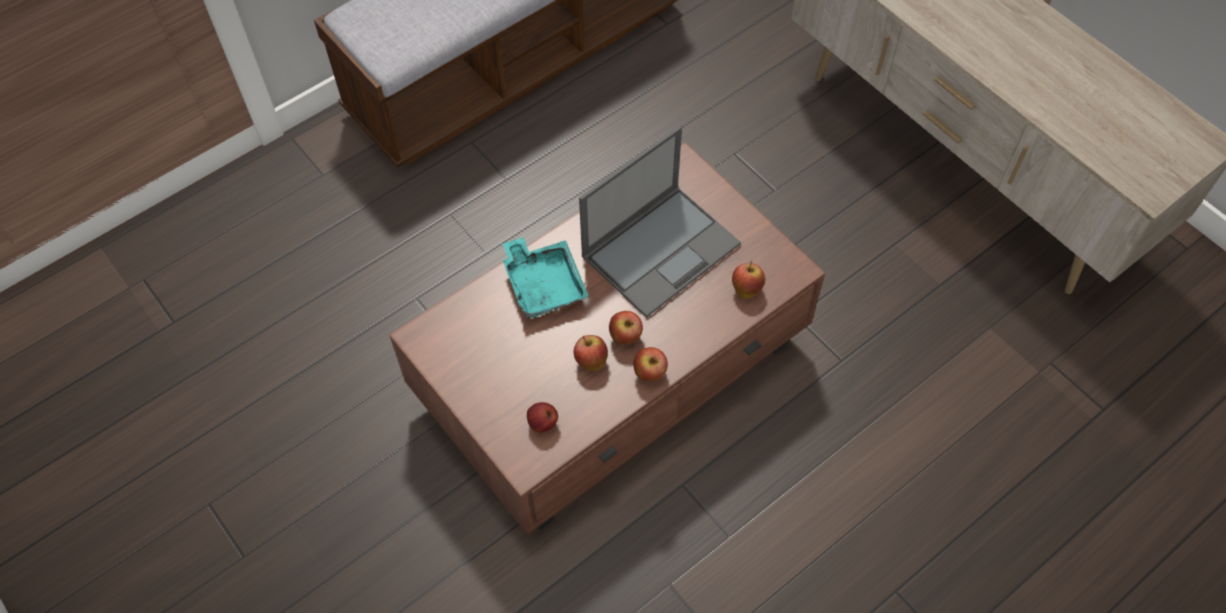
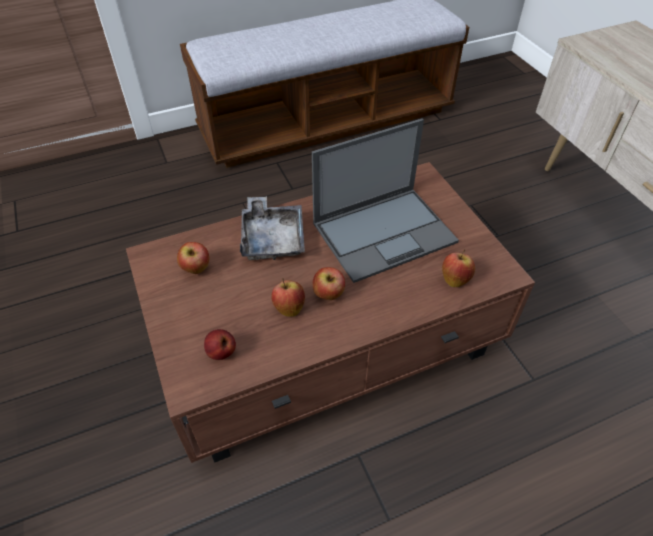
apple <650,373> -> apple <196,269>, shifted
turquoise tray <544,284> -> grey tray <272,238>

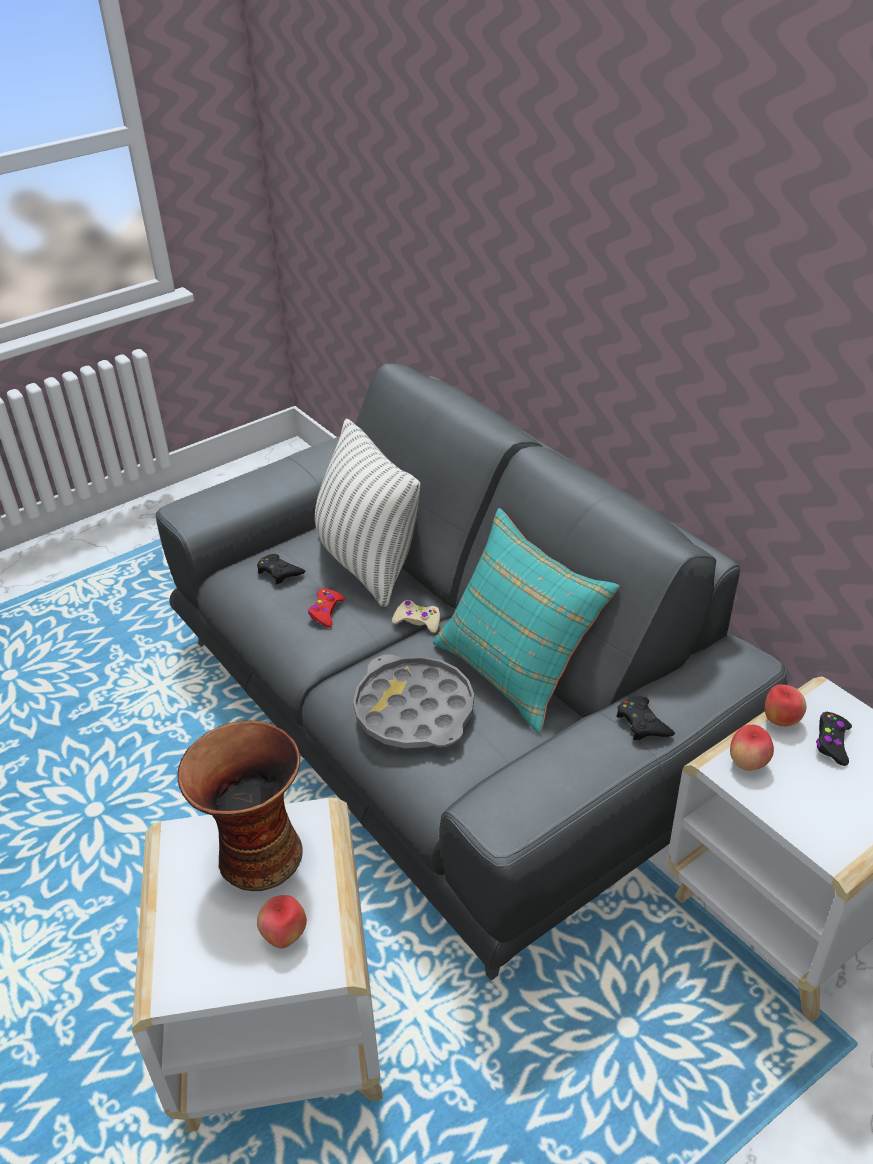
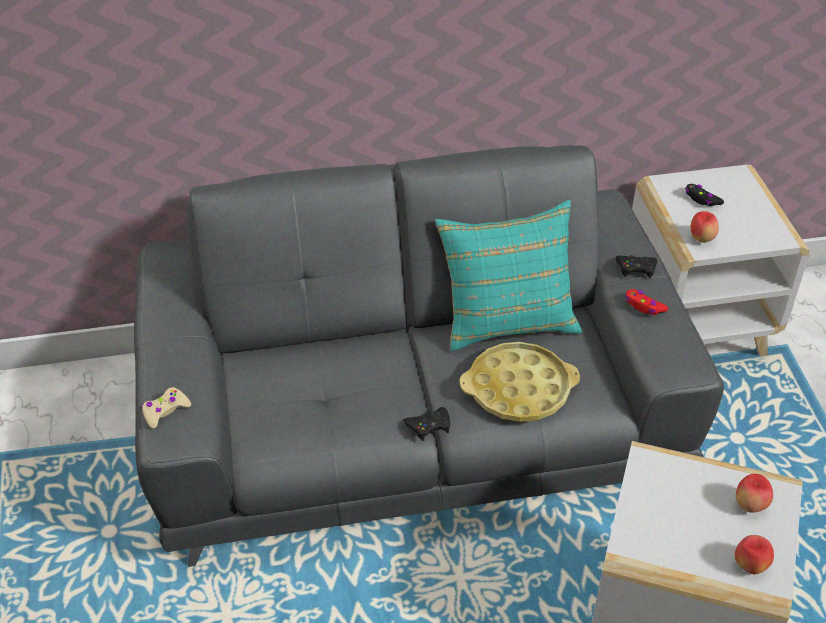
vase <257,856> -> none
pillow <367,564> -> none
black game controller <279,572> -> black game controller <429,426>, shifted
red game controller <326,612> -> red game controller <644,306>, shifted
beige game controller <418,621> -> beige game controller <165,411>, shifted
apple <780,721> -> apple <750,565>, shifted
grey tray <414,711> -> yellow tray <519,389>

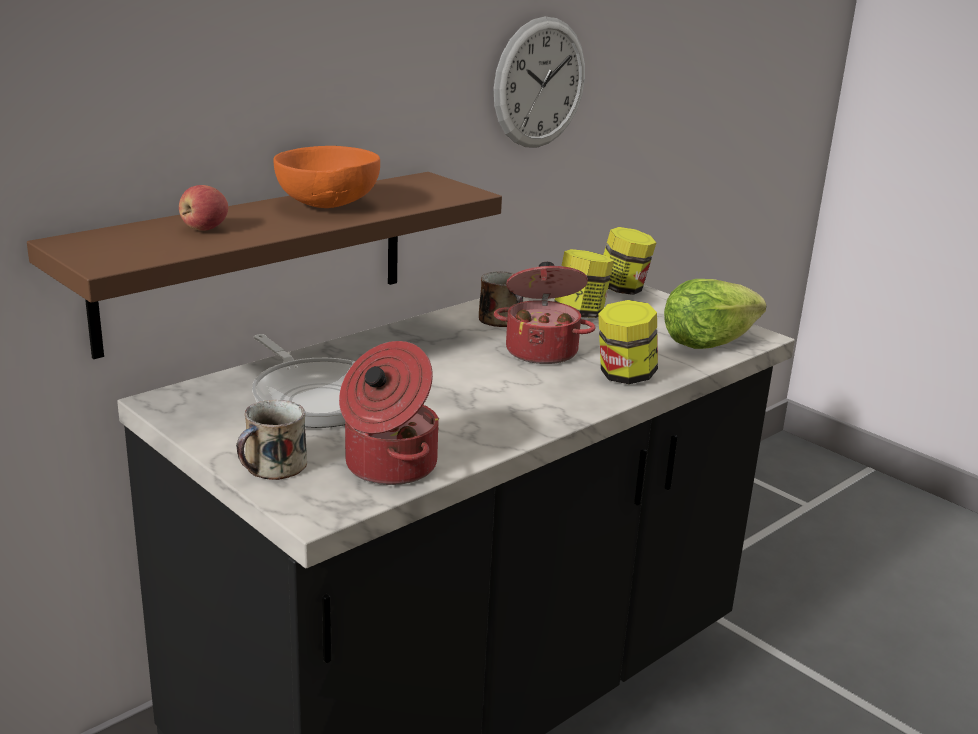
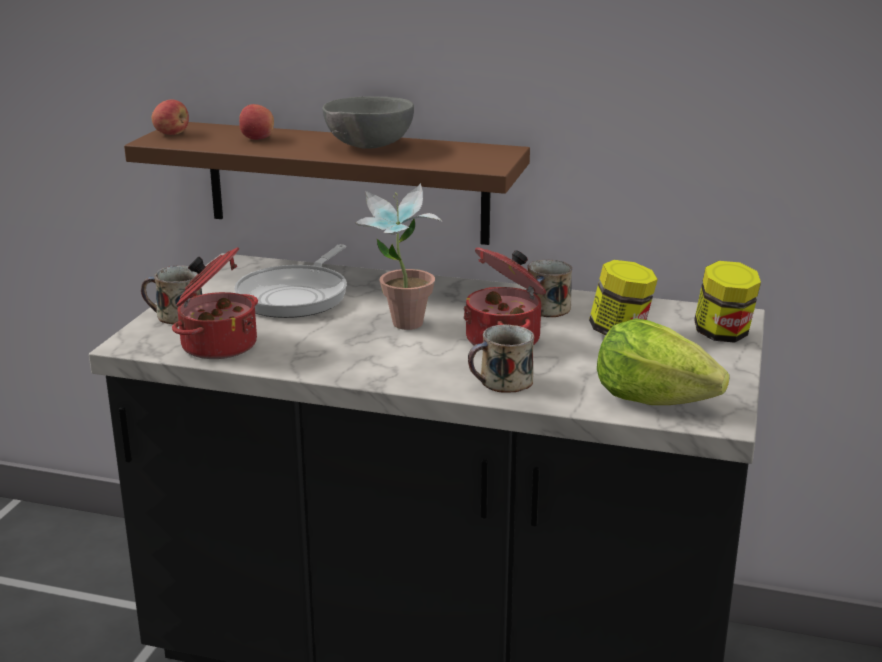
wall clock <540,83> -> none
none -> apple <172,134>
none -> potted plant <400,327>
jar <624,376> -> mug <503,382>
orange bowl <327,206> -> grey bowl <367,147>

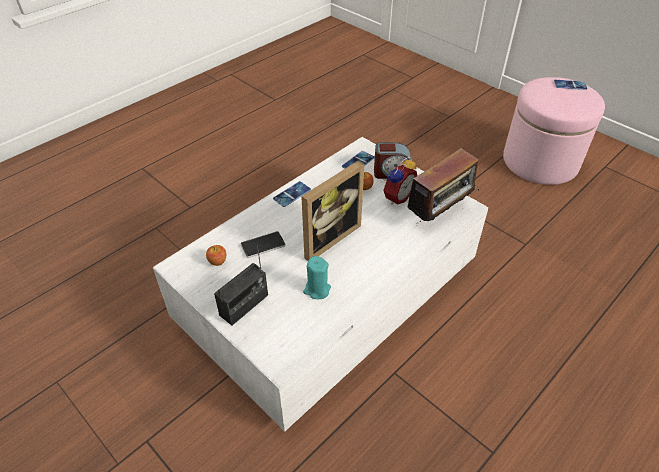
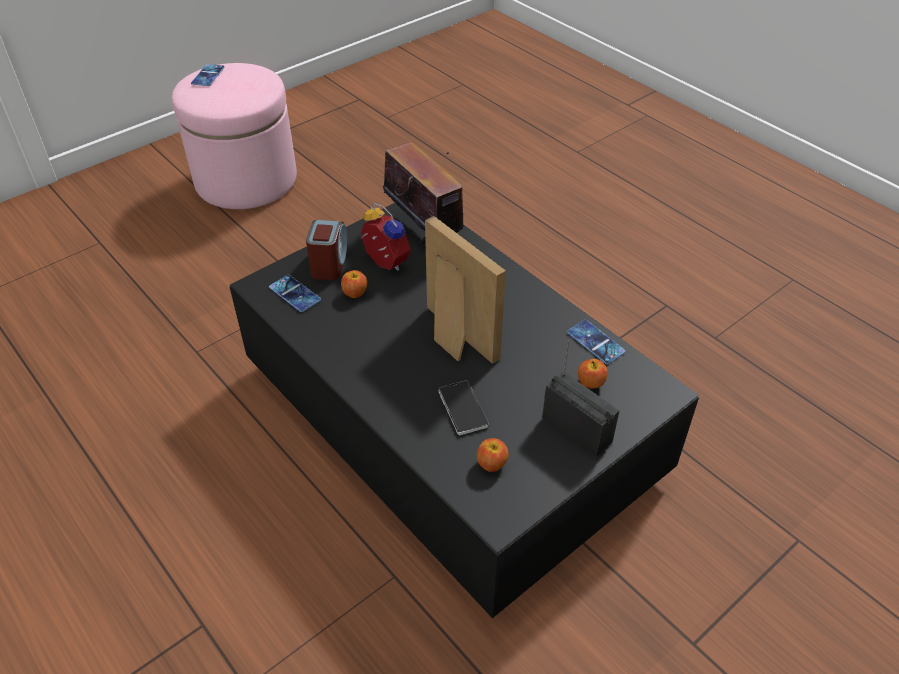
turquoise candle <317,290> -> none
none -> apple <590,382>
phone <292,194> -> phone <595,342>, shifted
white coffee table <330,293> -> black coffee table <448,419>

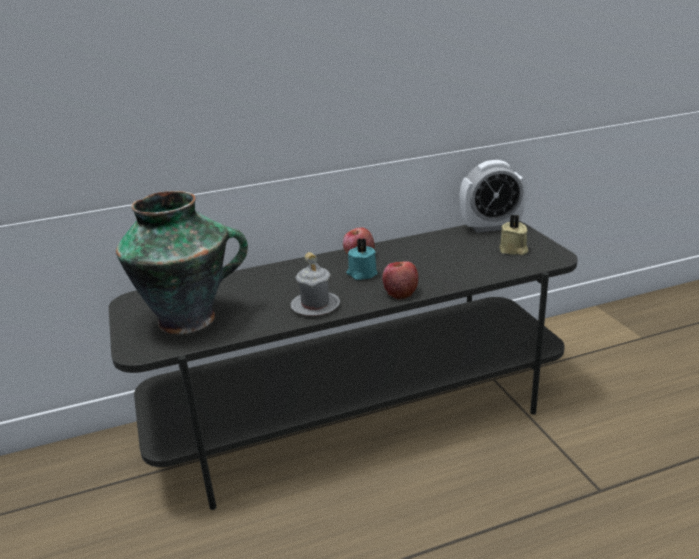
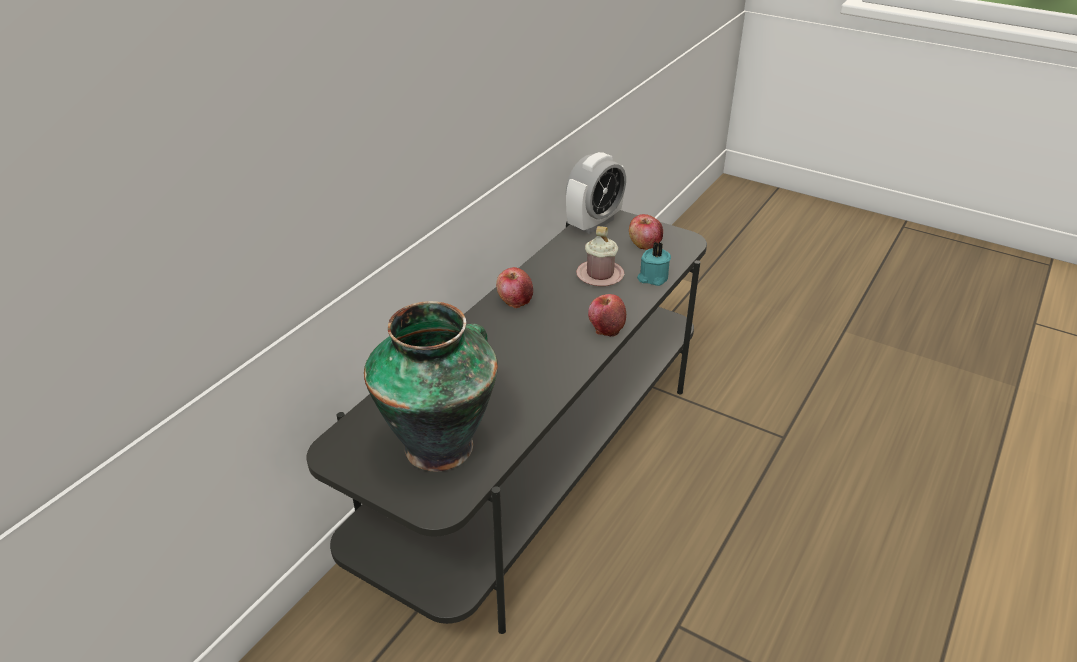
grey mug <315,305> -> none
none -> pink mug <600,275>
turquoise candle <361,274> -> turquoise candle <652,278>, shifted
beige candle <513,250> -> apple <644,244>

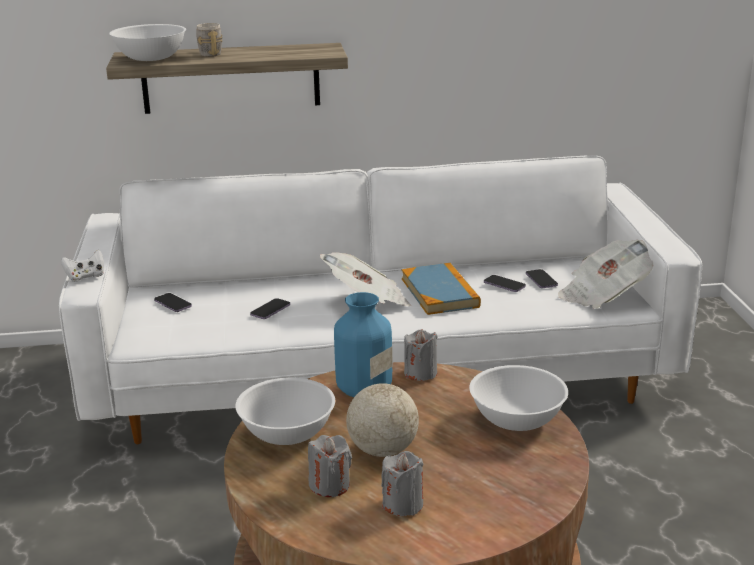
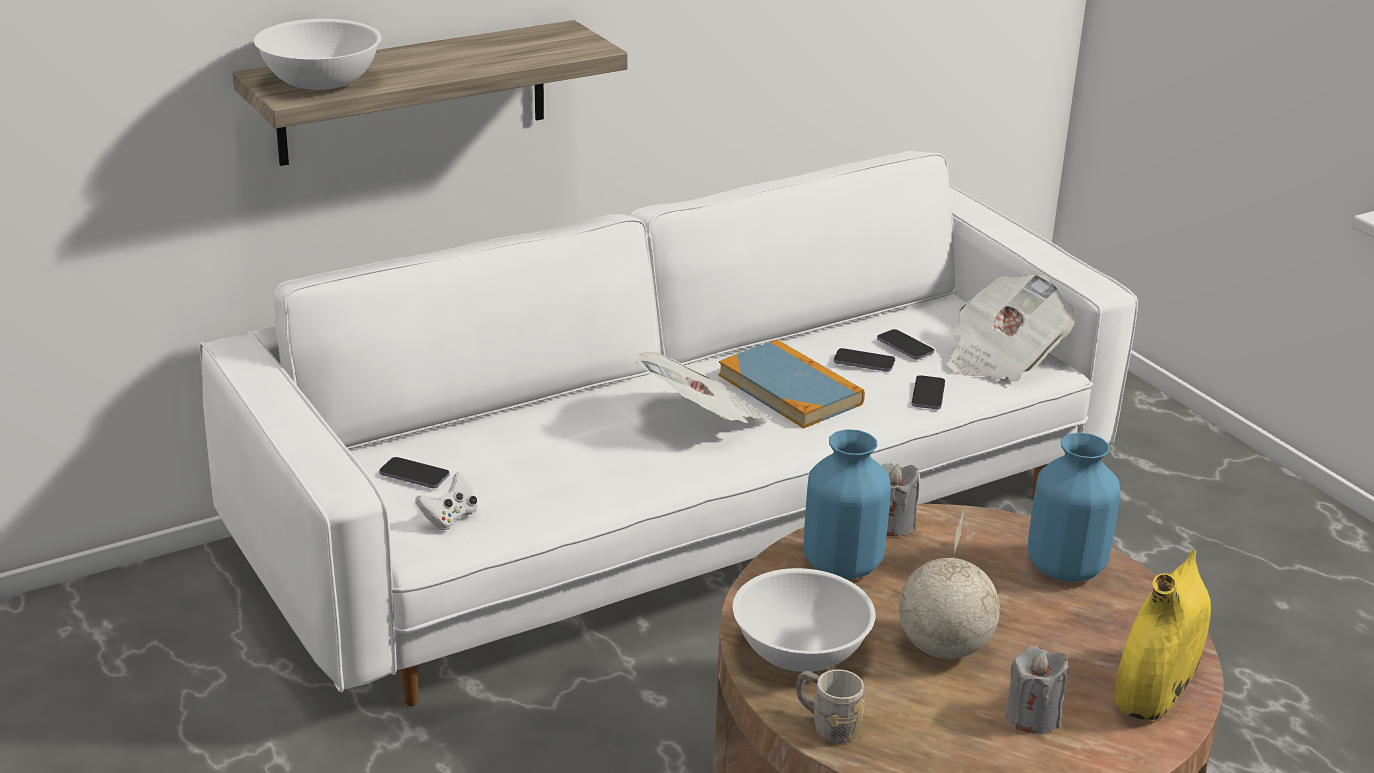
grey candle <330,485> -> none
none -> yellow vase <1156,688>
white game controller <85,277> -> white game controller <449,518>, shifted
grey mug <208,53> -> grey mug <827,726>, shifted
phone <270,310> -> phone <928,395>, shifted
white bowl <517,419> -> blue vase <1064,567>

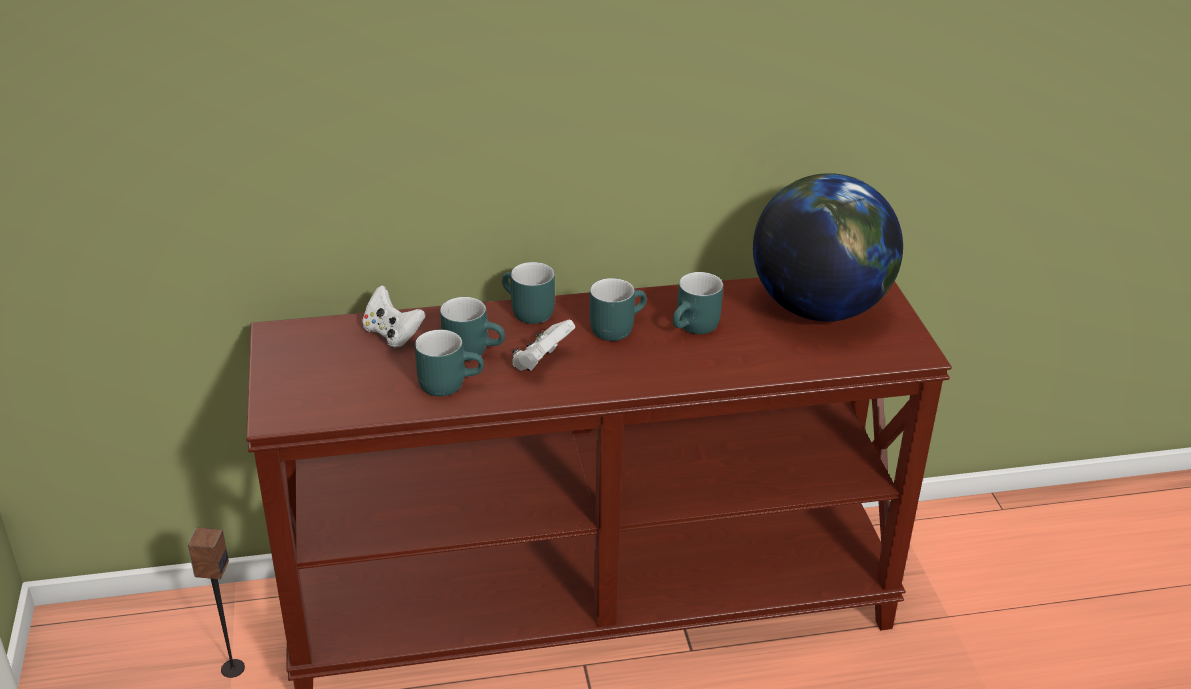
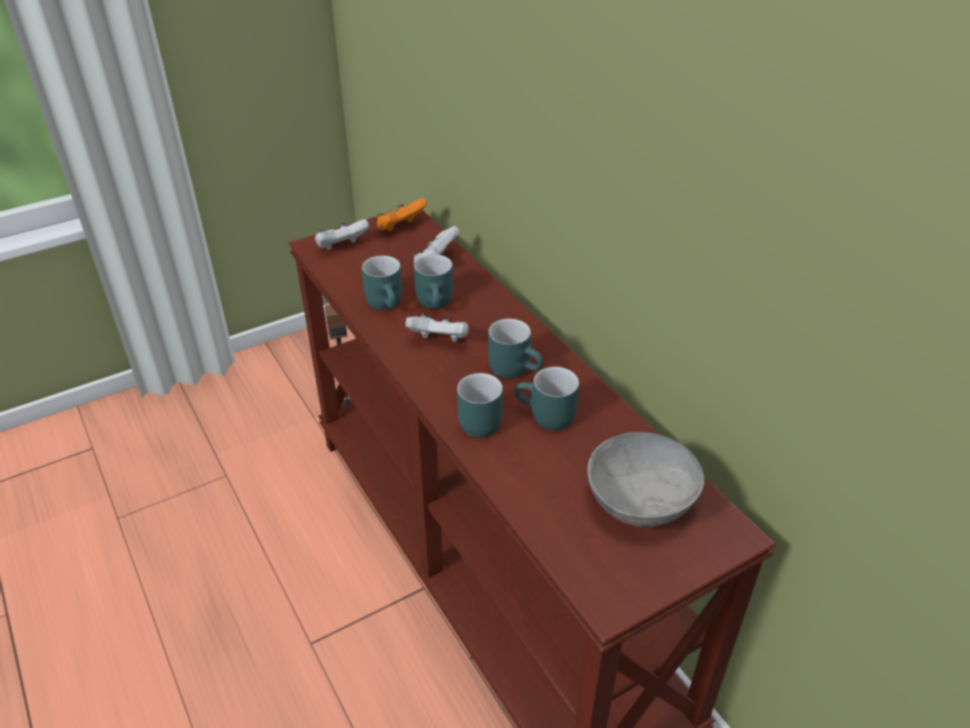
none -> white game controller <341,247>
none -> orange game controller <400,227>
turquoise mug <525,312> -> turquoise mug <479,418>, shifted
globe <819,308> -> grey bowl <642,500>

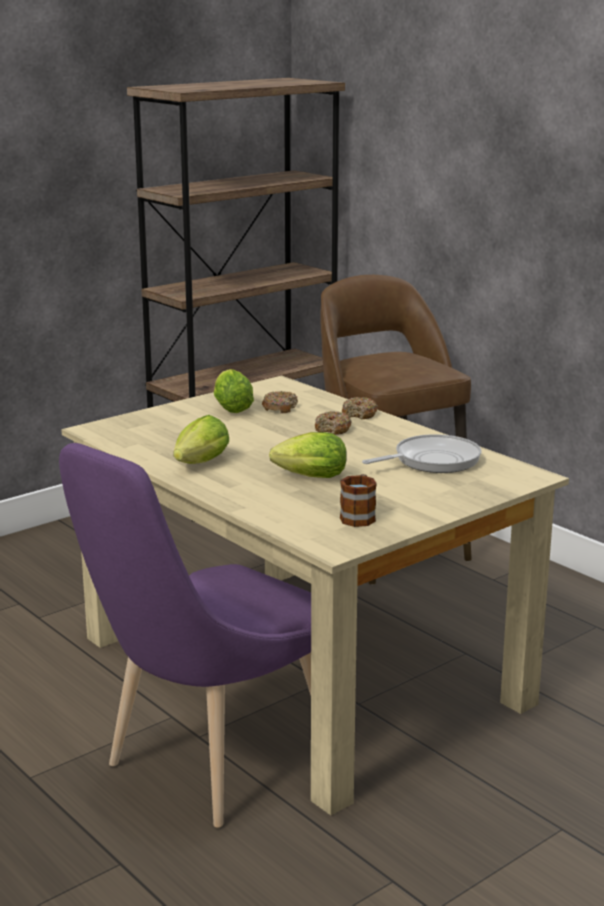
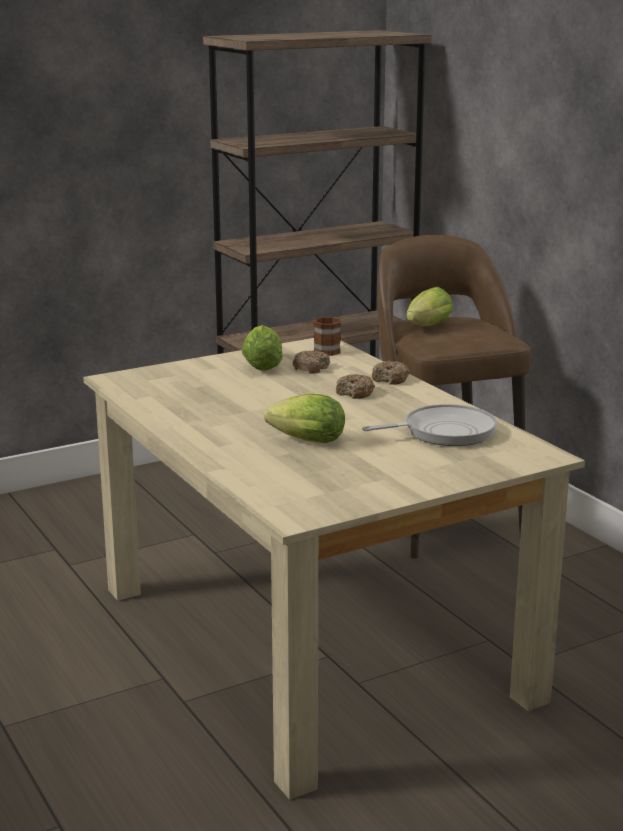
purple chair <209,766> -> none
lettuce <199,464> -> lettuce <426,327>, shifted
mug <359,516> -> mug <329,349>, shifted

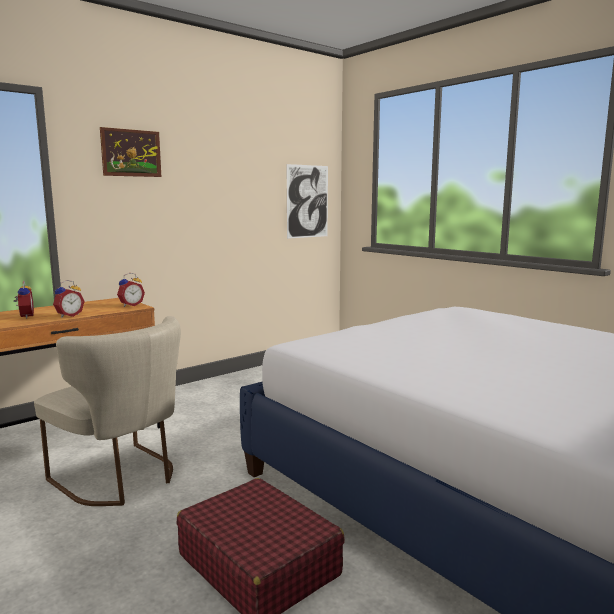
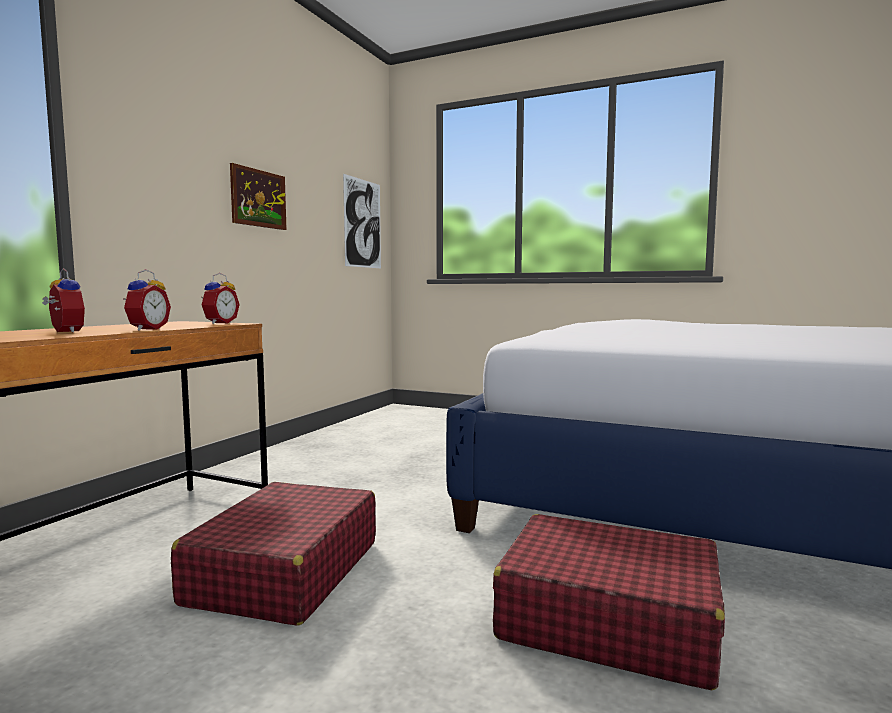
picture <131,153> -> picture <258,198>, shifted
beige chair <122,478> -> red suitcase <284,572>

